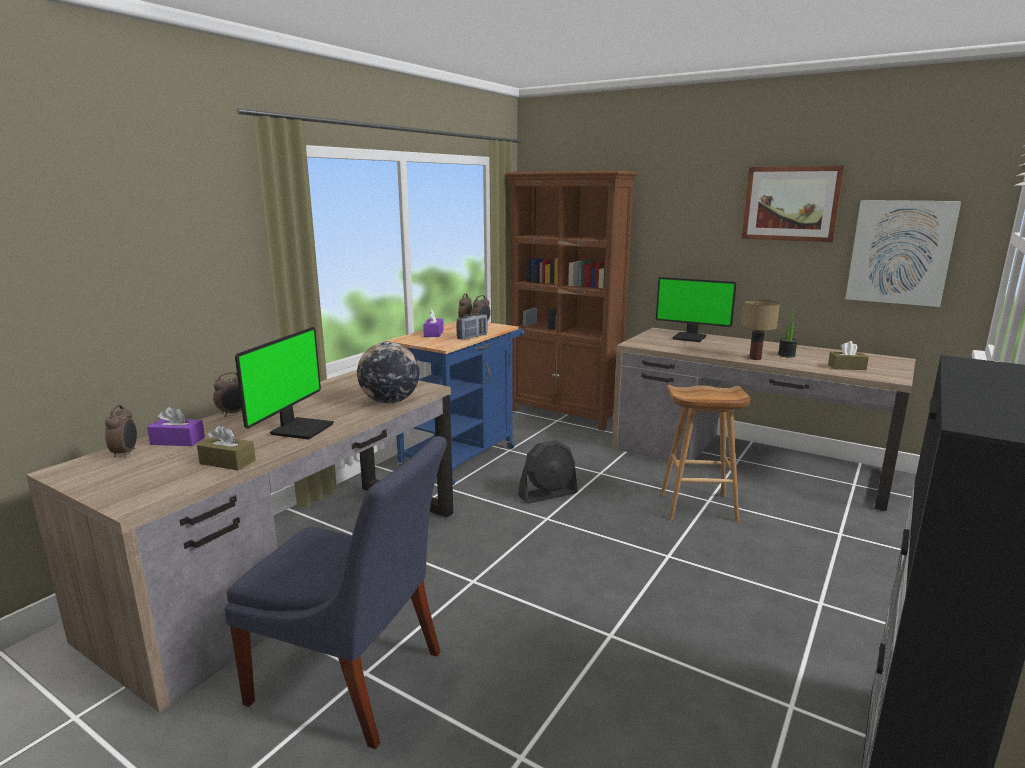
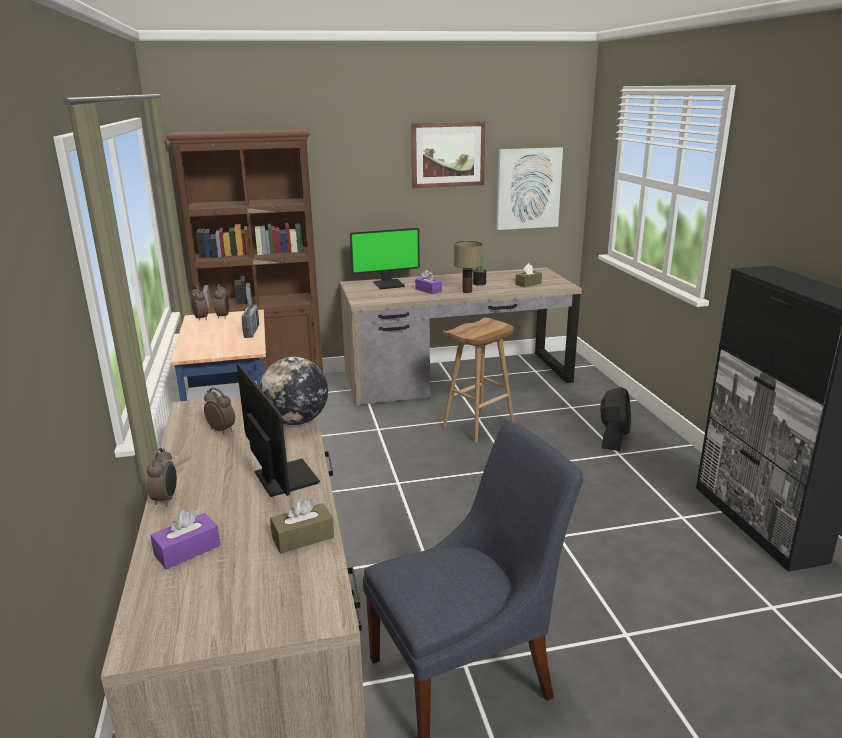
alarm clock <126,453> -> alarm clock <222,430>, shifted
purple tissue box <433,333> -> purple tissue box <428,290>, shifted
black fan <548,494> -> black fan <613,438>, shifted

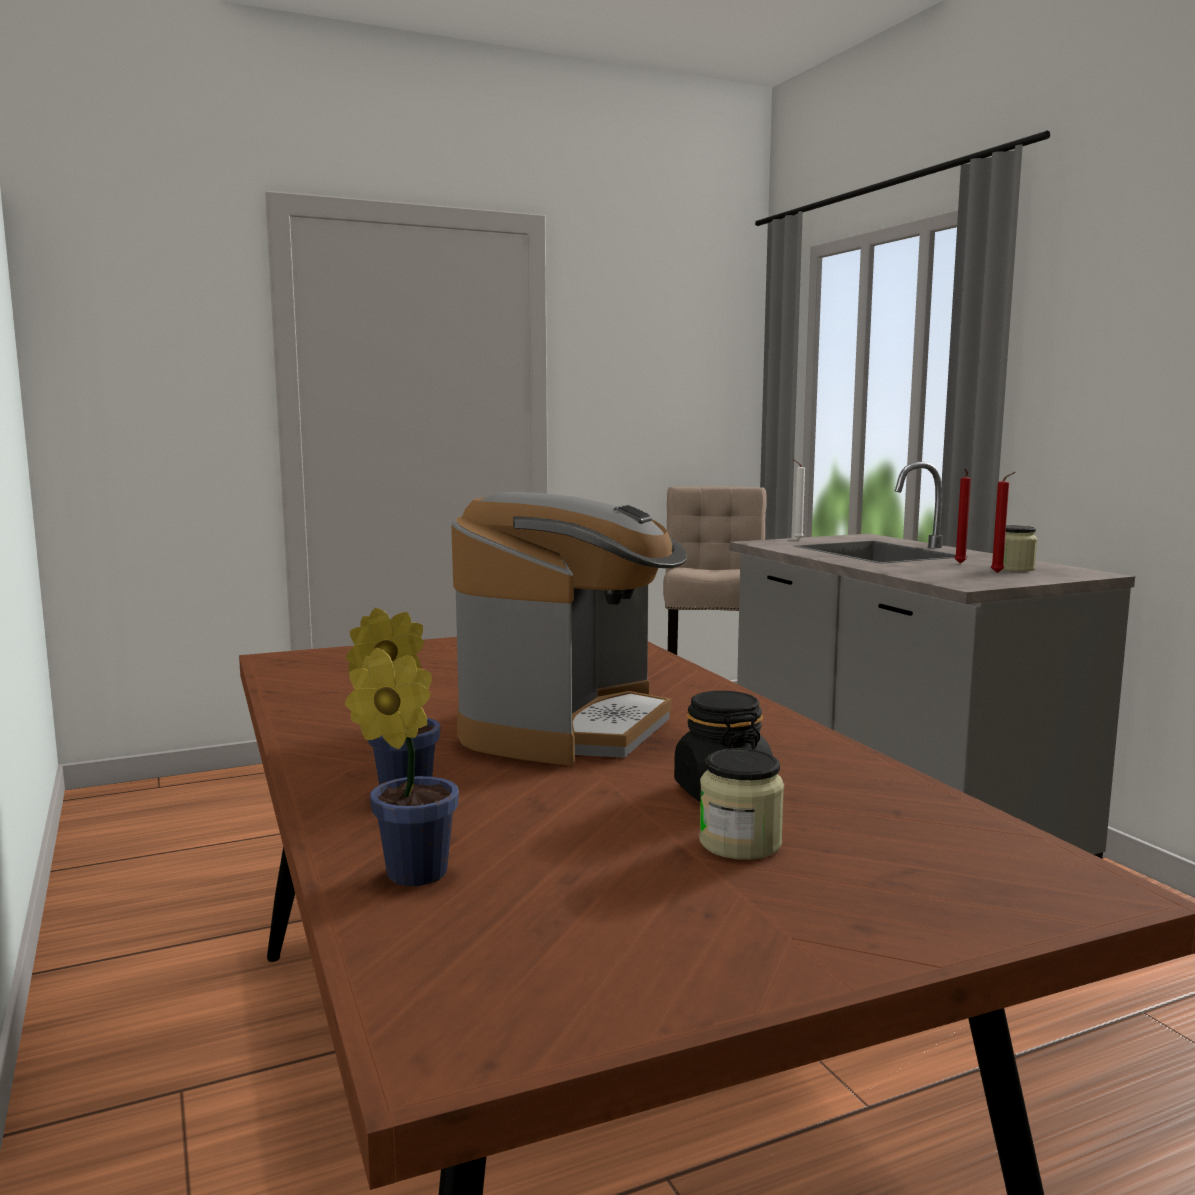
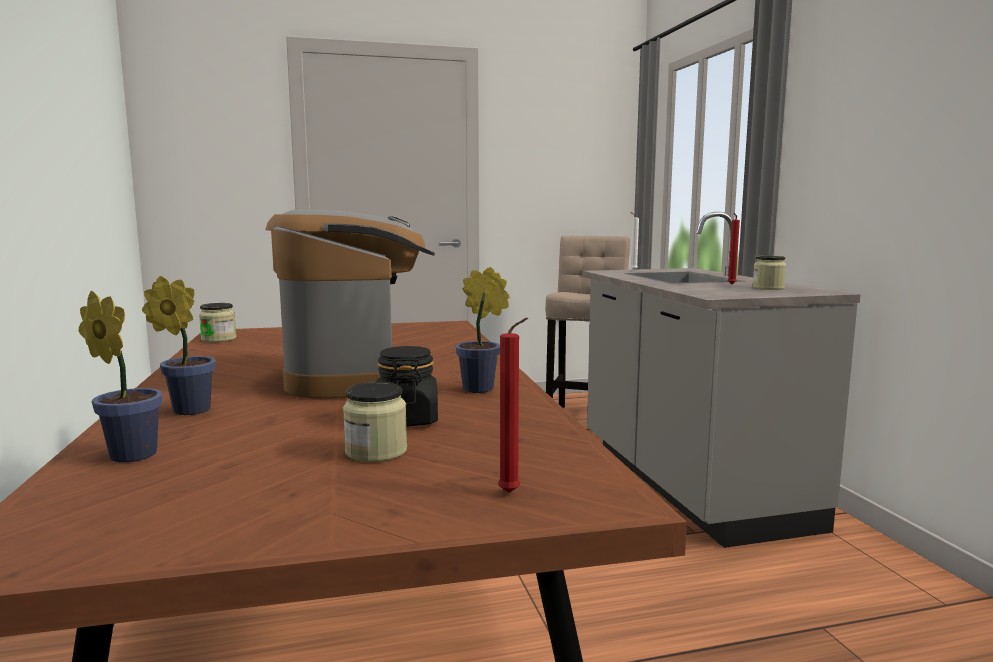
none -> jar <219,339>
none -> potted plant <482,389>
red candle <999,573> -> red candle <512,493>, shifted
coffee machine <568,727> -> coffee machine <354,377>, 45 degrees counterclockwise

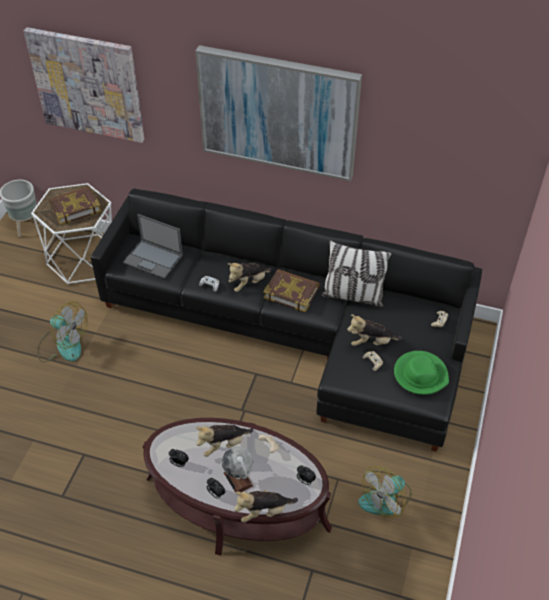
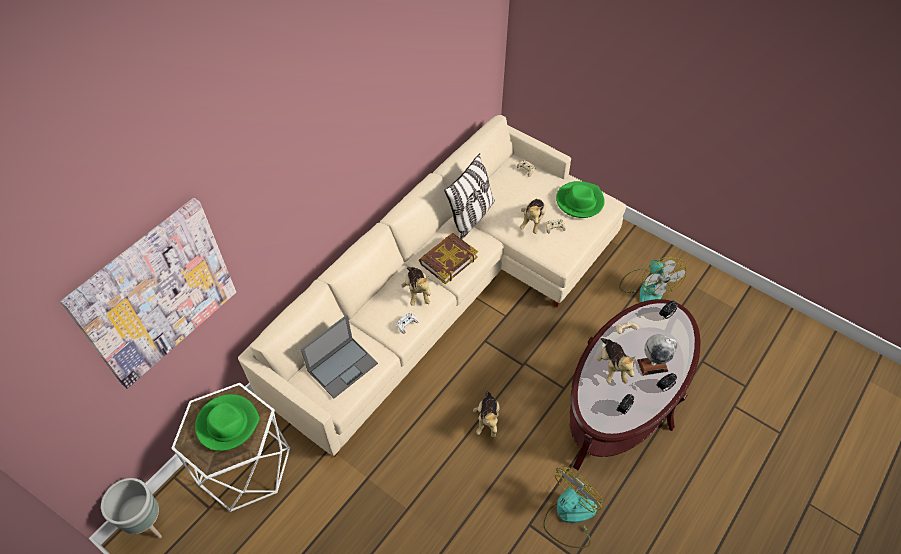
picture <278,112> -> none
fan <63,345> -> fan <569,516>, shifted
plush toy <264,511> -> plush toy <487,419>, shifted
book <75,208> -> green hat <227,423>
black sofa <300,330> -> beige sofa <448,289>

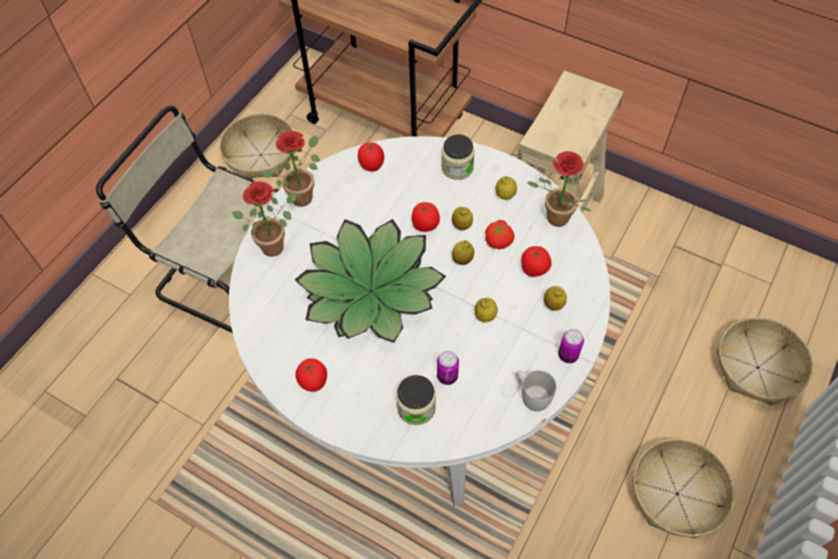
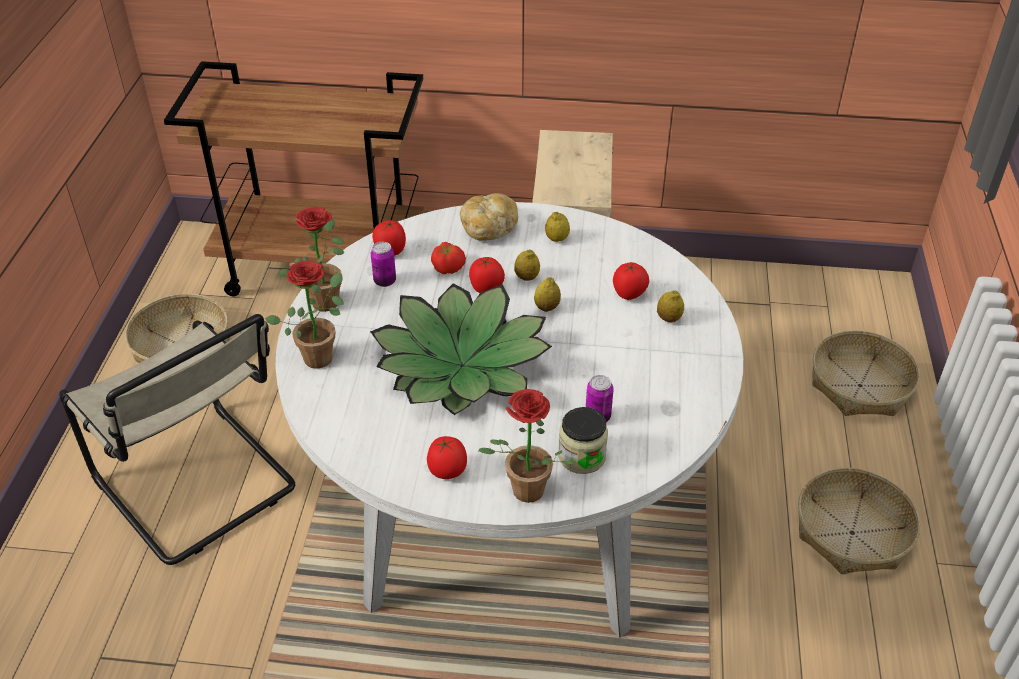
lemon <485,316> -> none
white mug <531,395> -> none
tomato <499,240> -> tomato <448,267>, shifted
potted plant <553,220> -> potted plant <523,494>, shifted
can <568,355> -> can <385,281>, shifted
jar <457,168> -> bread <489,228>
beige chair <226,274> -> beige chair <199,487>, 135 degrees counterclockwise

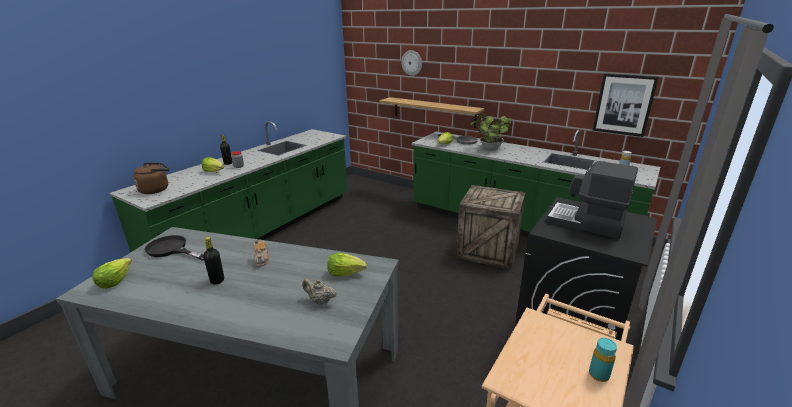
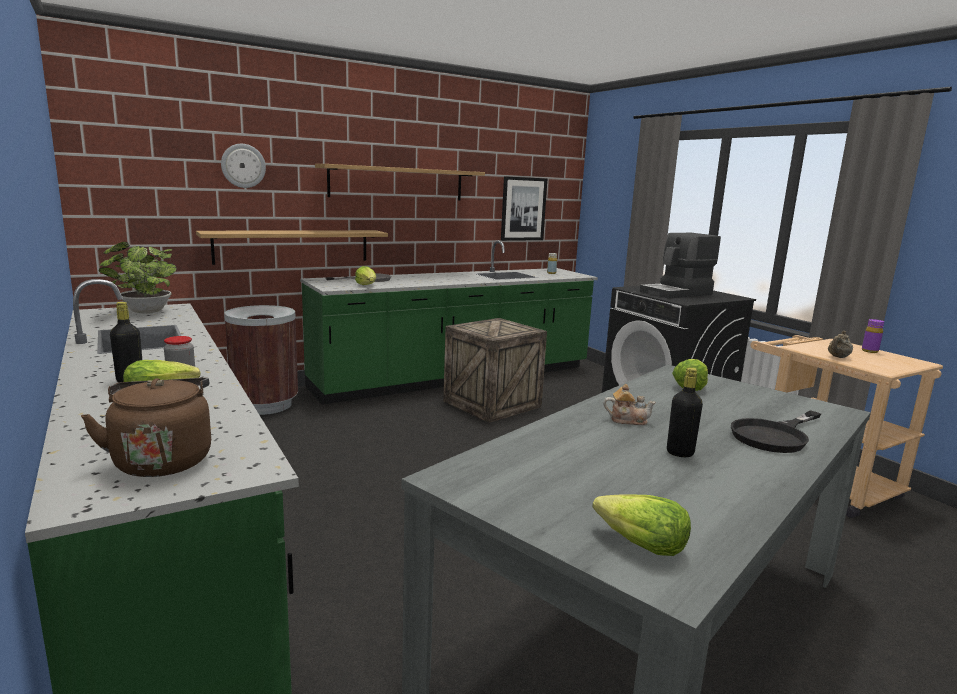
none -> brown trash can <265,405>
none -> shelf <397,183>
black frying pan <171,249> -> black frying pan <775,436>, shifted
beige teapot <320,301> -> beige teapot <838,357>, shifted
potted plant <489,148> -> potted plant <144,312>, shifted
turquoise bottle <598,375> -> purple bottle <869,351>

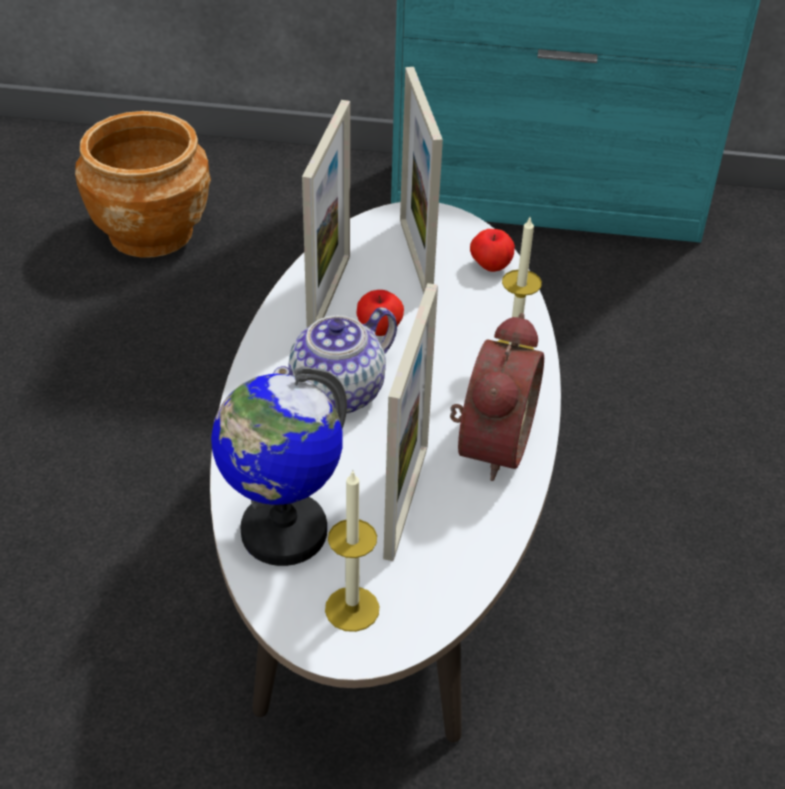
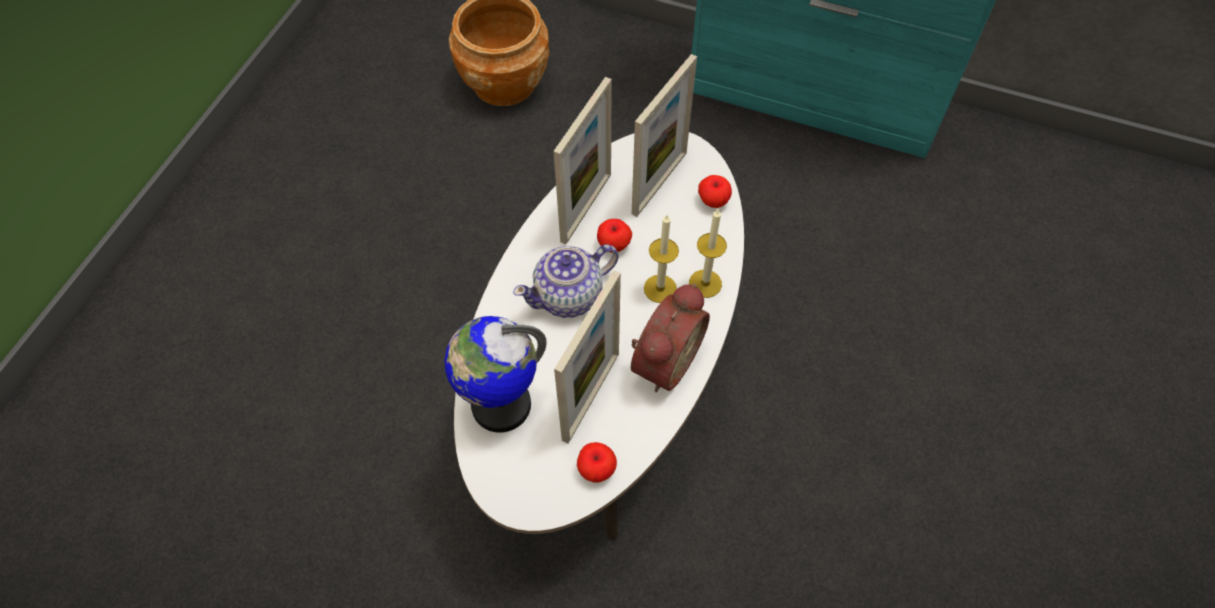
none -> apple <596,469>
candle <352,609> -> candle <660,288>, shifted
picture frame <415,257> -> picture frame <659,183>, 150 degrees counterclockwise

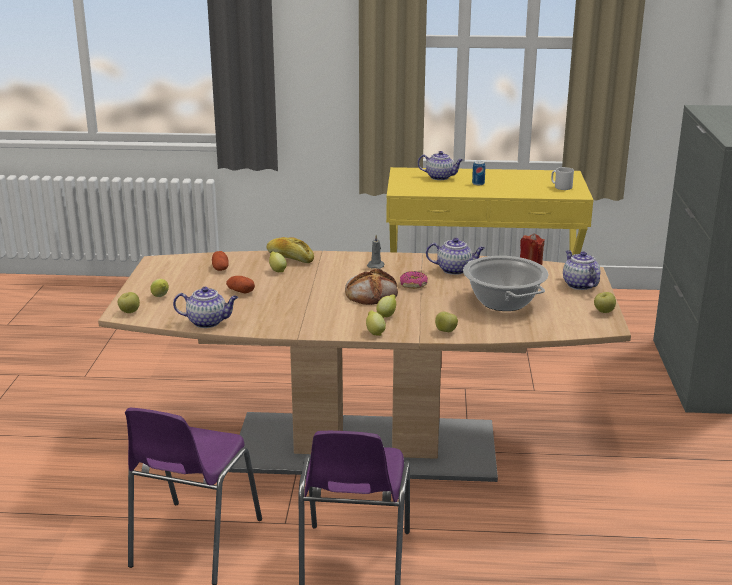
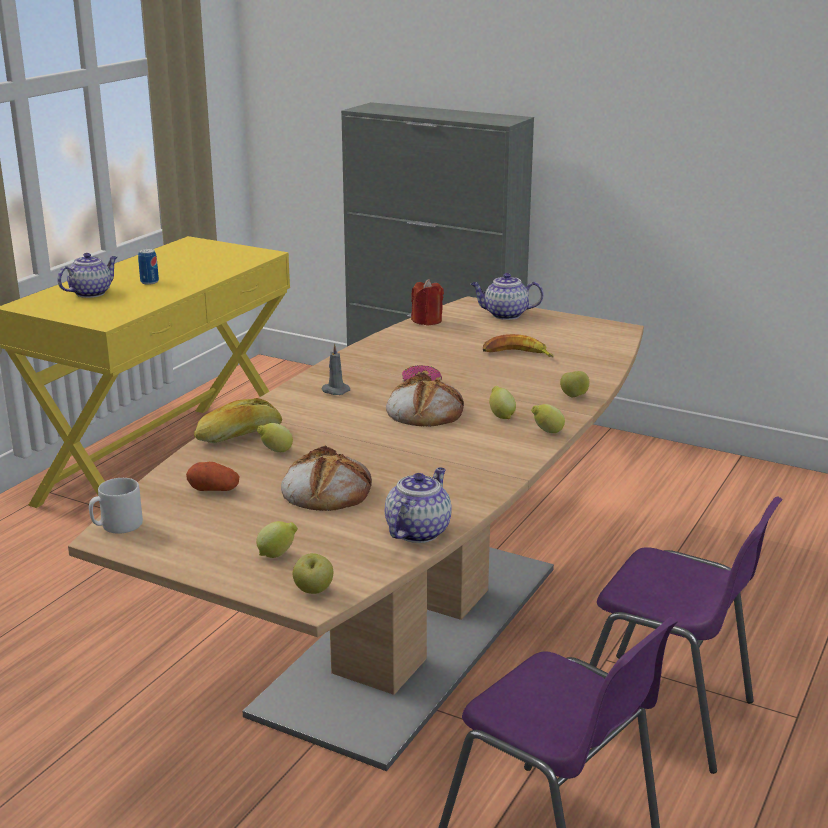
teapot <455,270> -> none
apple <603,312> -> none
grey mug <561,187> -> grey mug <117,526>, shifted
potato <240,291> -> bread <326,489>
cooking pot <503,302> -> banana <517,354>

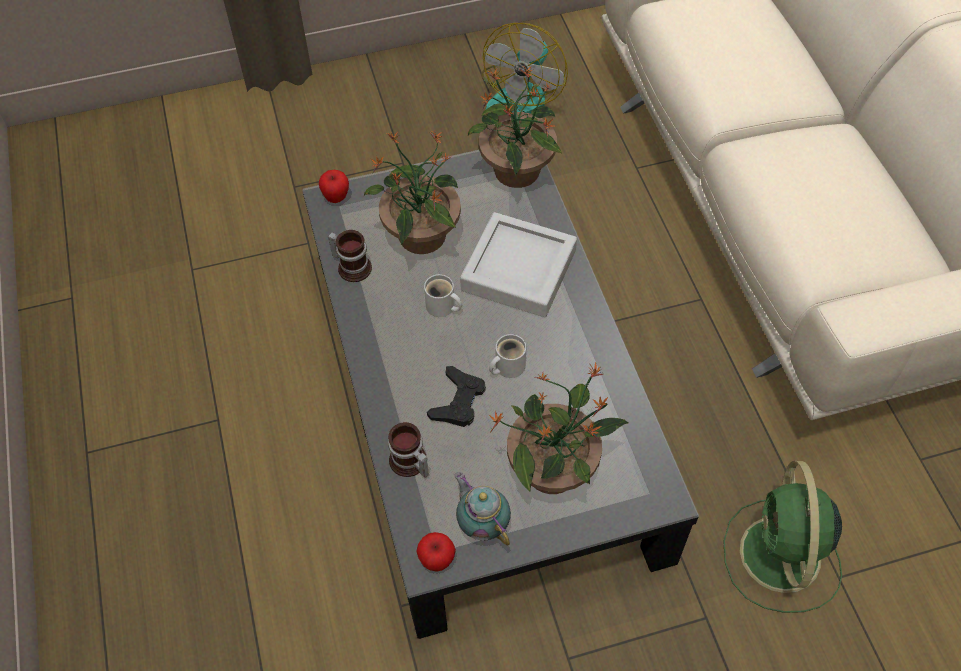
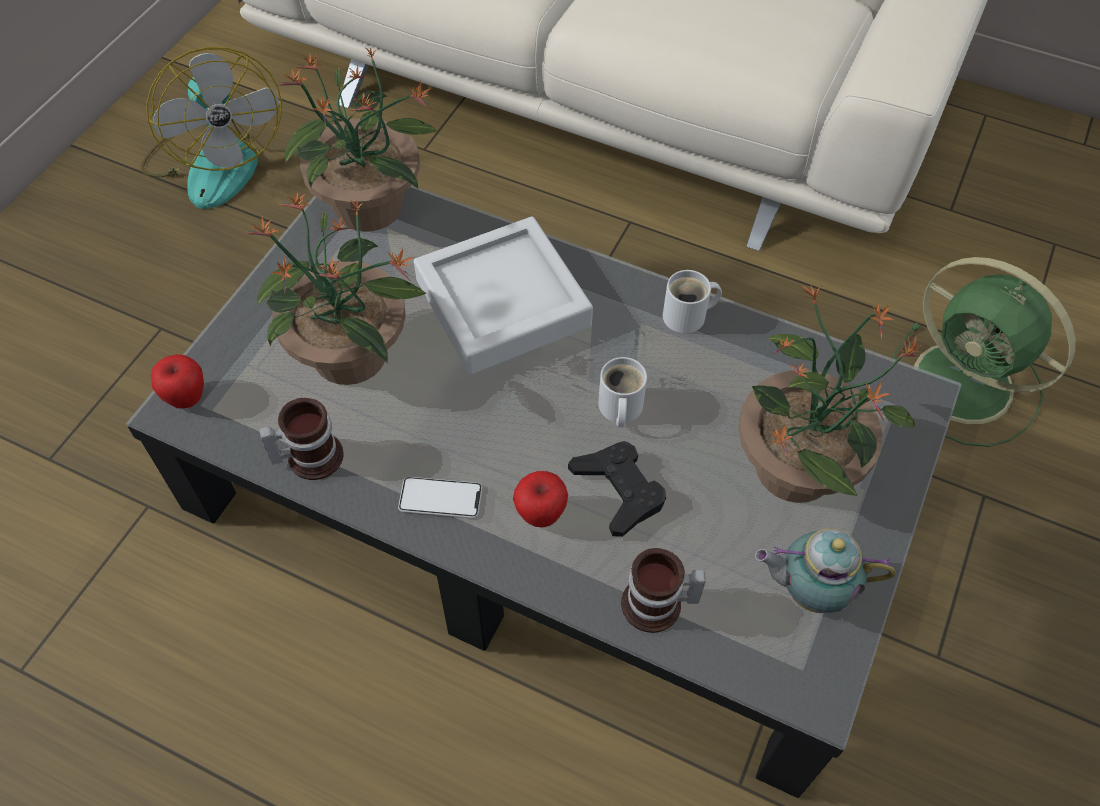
none -> phone <440,498>
apple <437,560> -> apple <540,514>, shifted
white mug <442,307> -> white mug <688,317>, shifted

